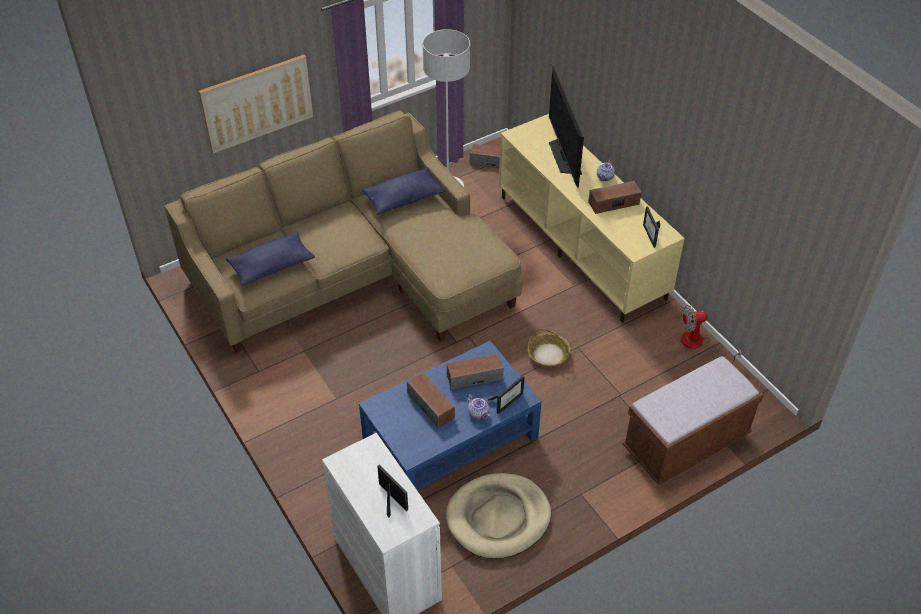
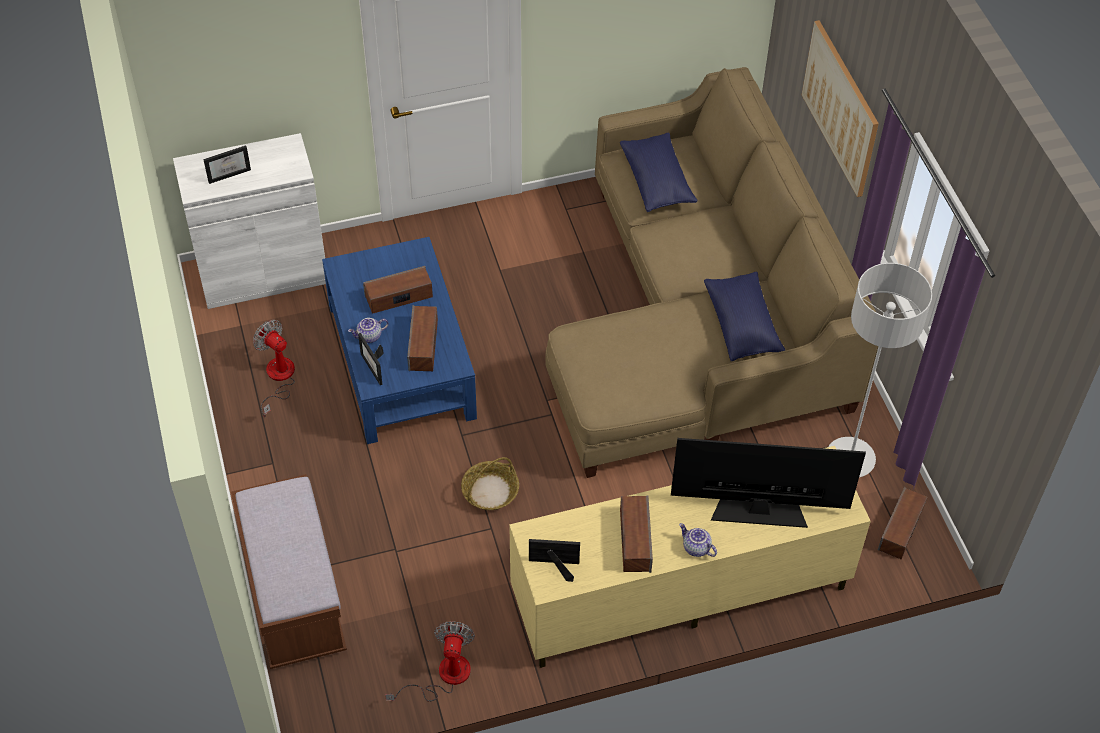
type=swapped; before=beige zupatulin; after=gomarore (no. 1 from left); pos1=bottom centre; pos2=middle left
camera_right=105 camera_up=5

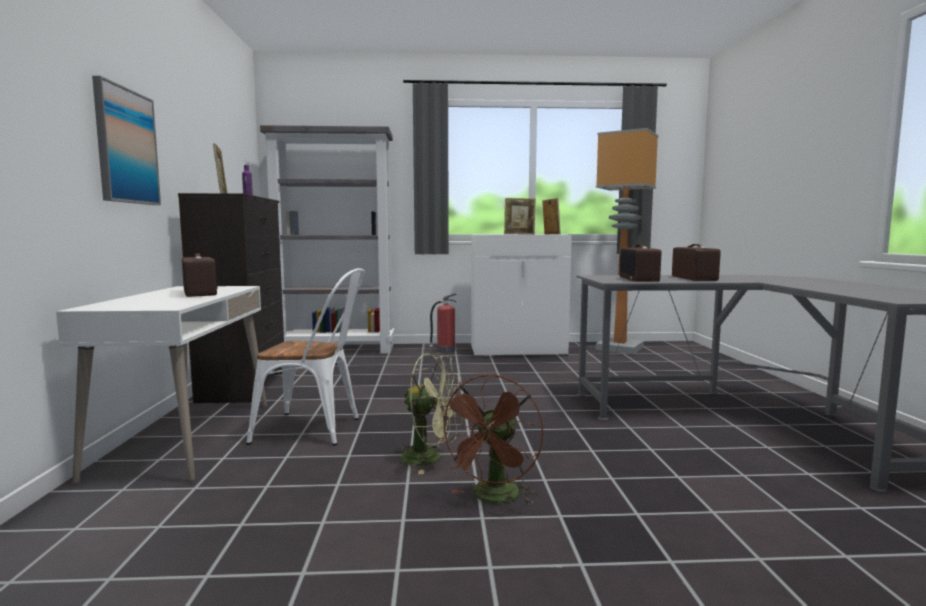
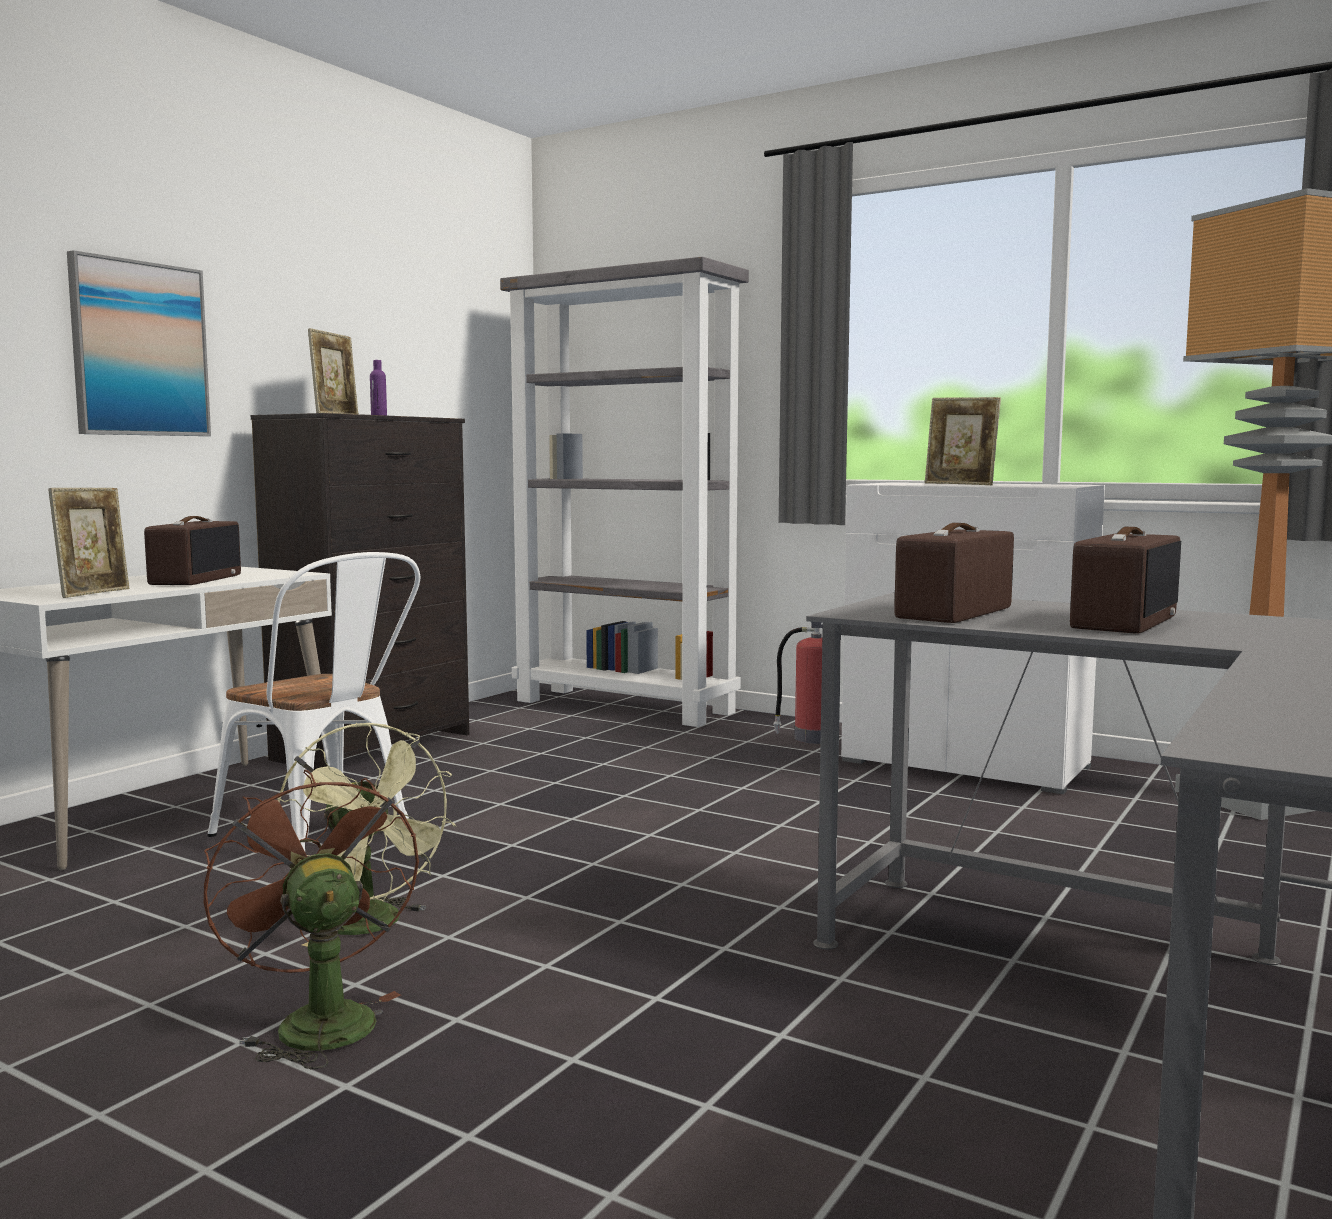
type=shifted; before=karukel (no. 3 from left in the first image); after=karukel (no. 1 from left); pos1=centre; pos2=middle left
type=rotated; before=brown gomarore; pos1=bottom centre; pos2=bottom left; turn=90
camera_right=35 camera_up=0

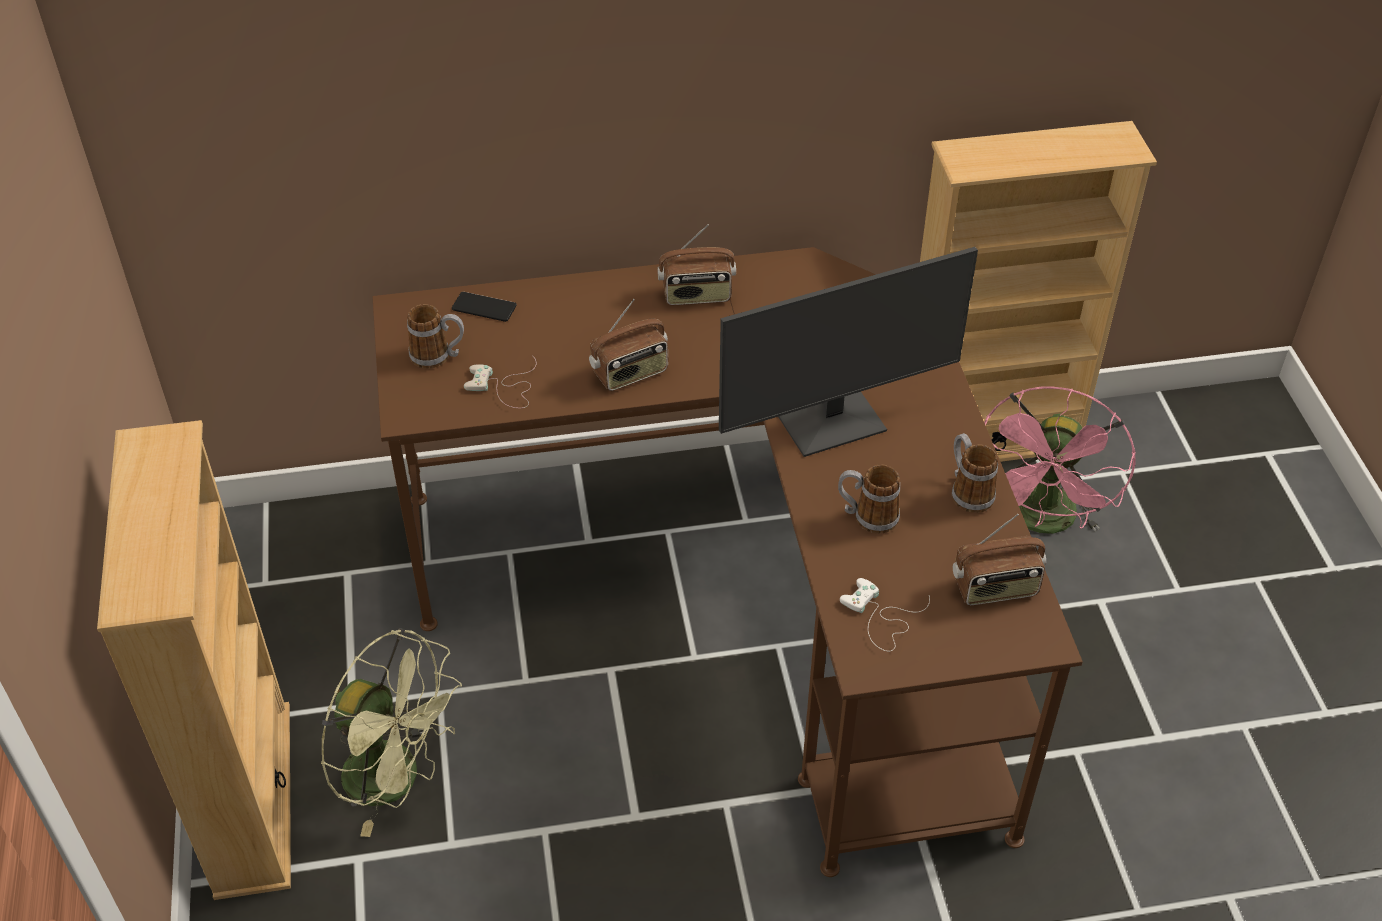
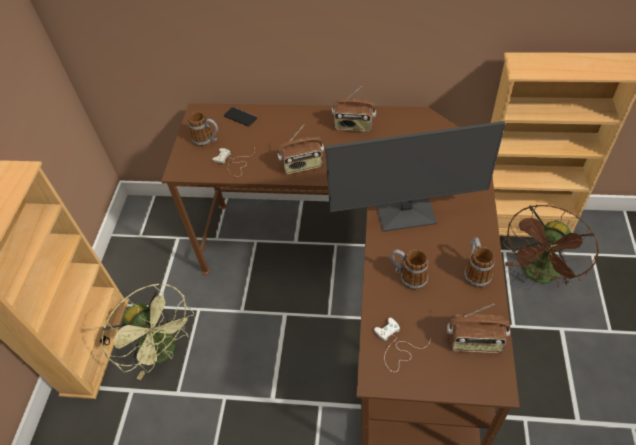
type=repainted; before=pink gomarore; after=brown gomarore; pos1=middle right; pos2=middle right
camera_right=20 camera_up=5

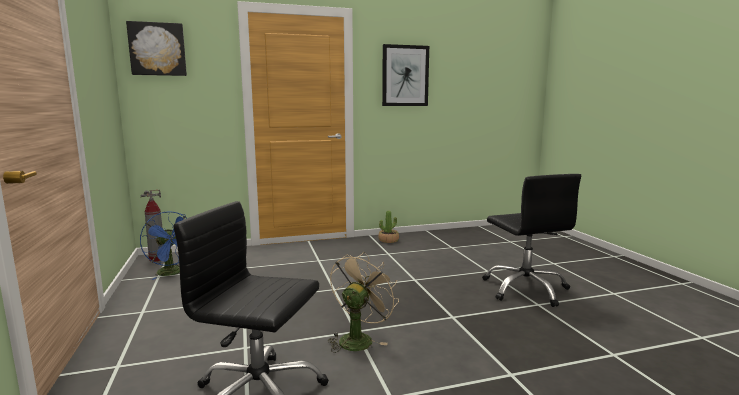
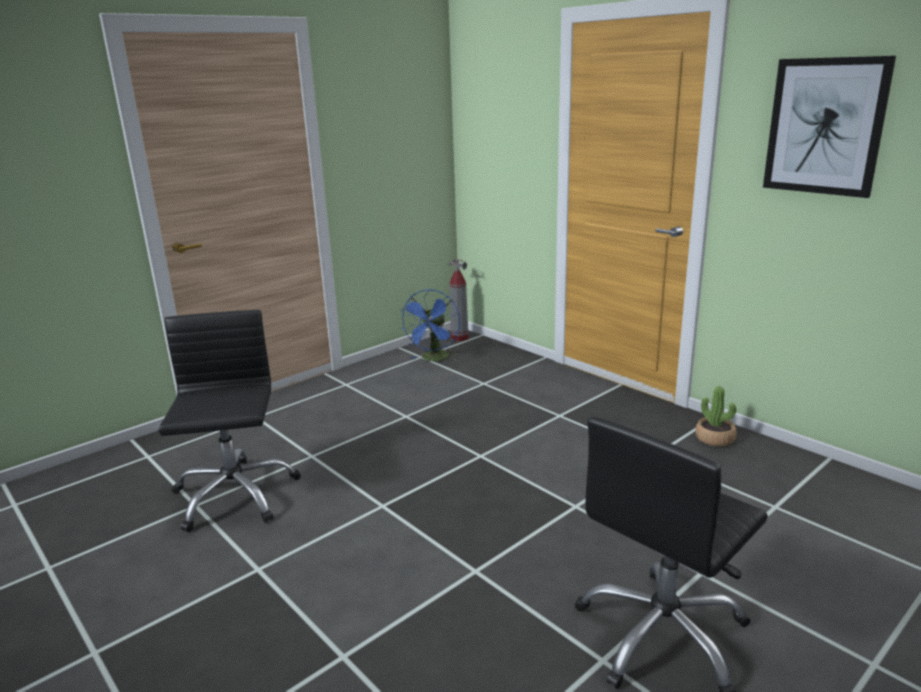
type=gone; before=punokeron (no. 1 from left); pos1=top left
type=gone; before=beige gomarore; pos1=bottom centre
camera_right=65 camera_up=10

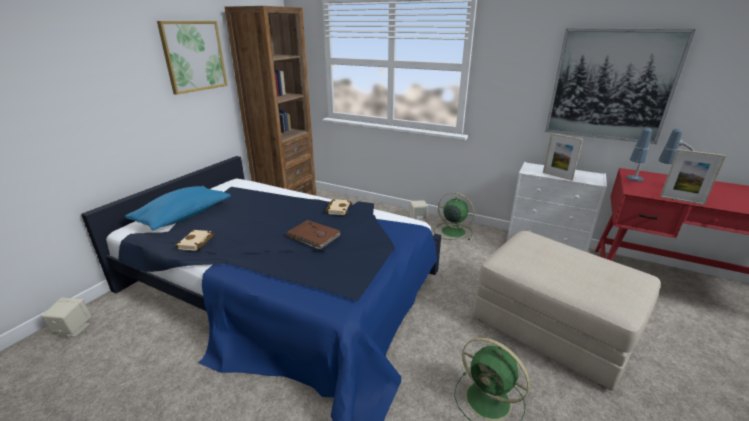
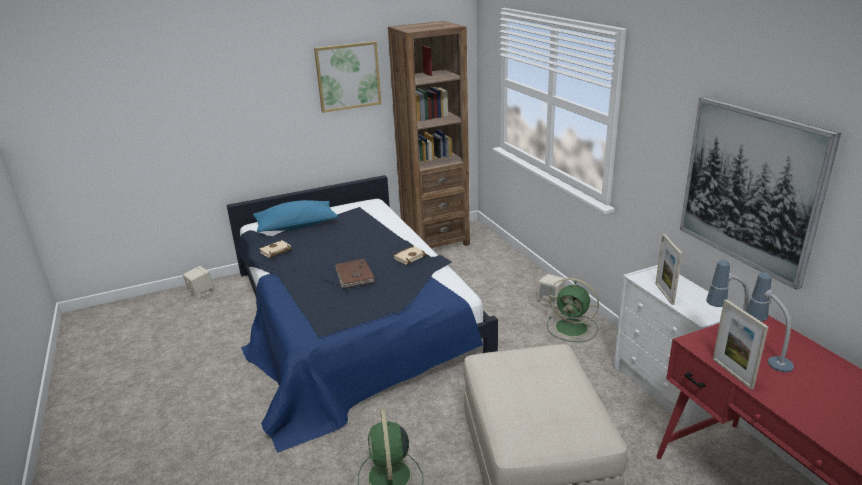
type=rotated; before=green gomarore (no. 1 from left in the first image); pos1=centre; pos2=centre; turn=135
camera_right=40 camera_up=0

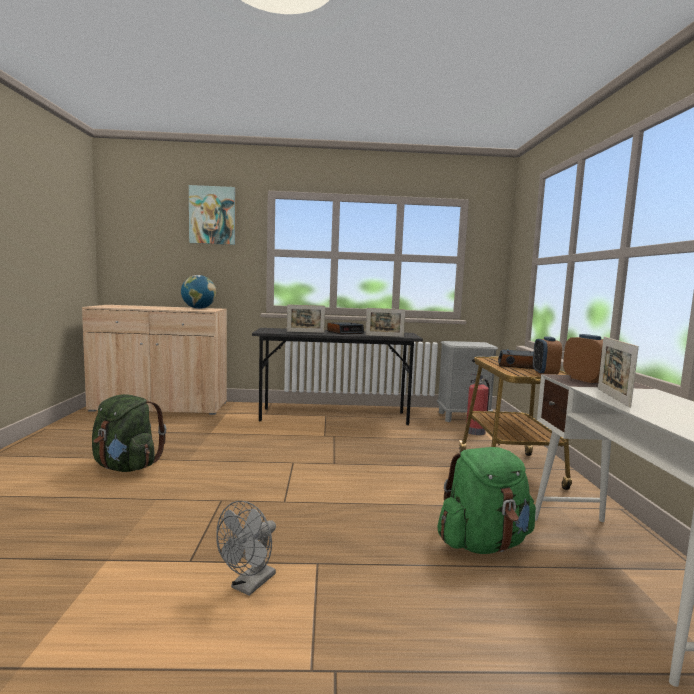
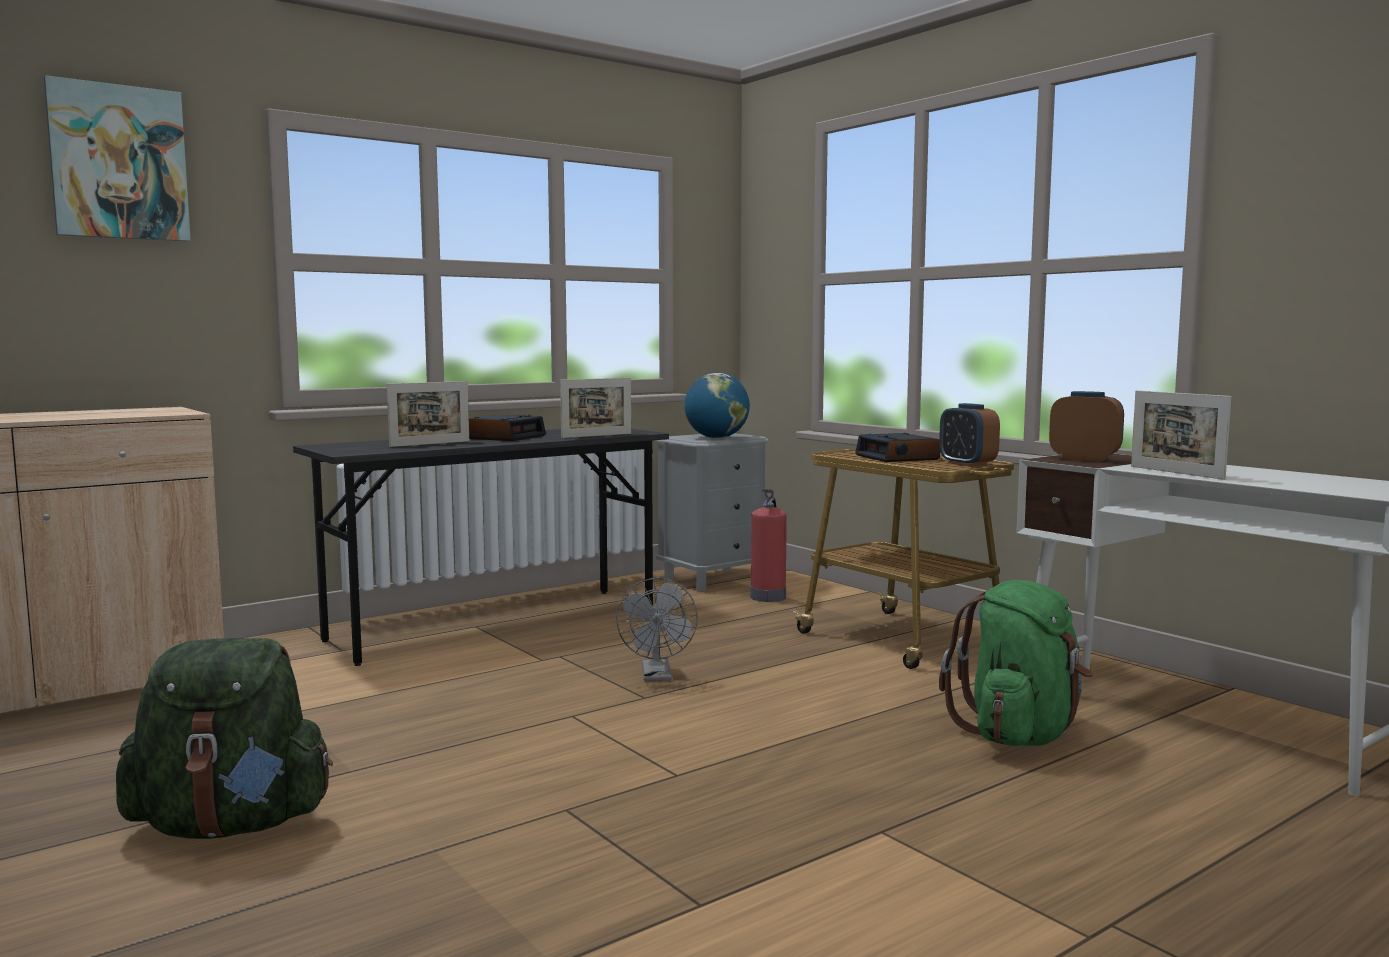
type=shifted; before=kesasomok; pos1=middle left; pos2=centre
type=shifted; before=grey gomarore; pos1=bottom centre; pos2=centre
camera_right=-35 camera_up=0

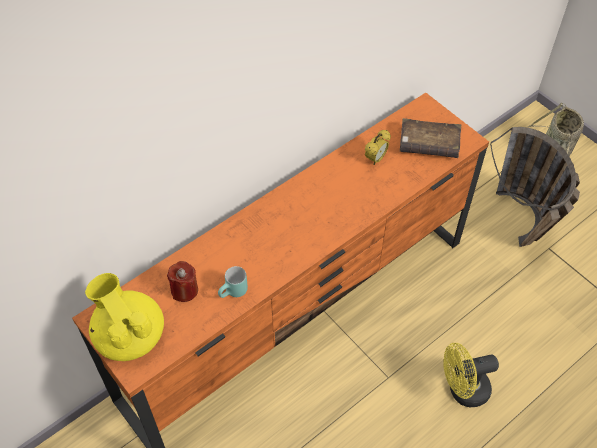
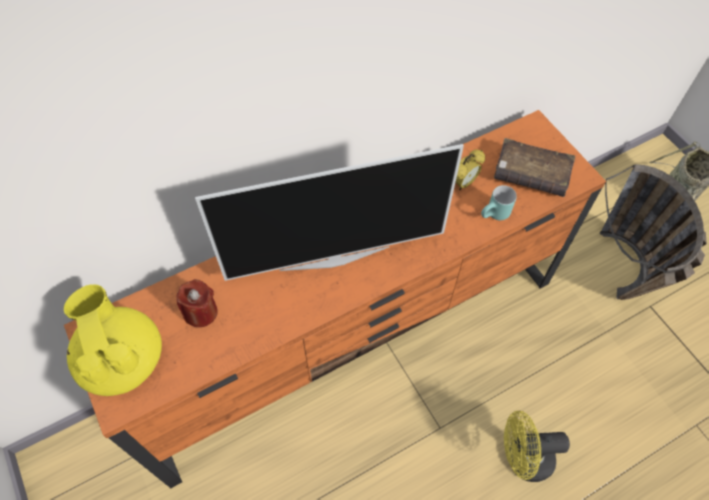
type=shifted; before=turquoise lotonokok; pos1=centre; pos2=middle right
type=new; after=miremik; pos2=centre
camera_right=10 camera_up=5

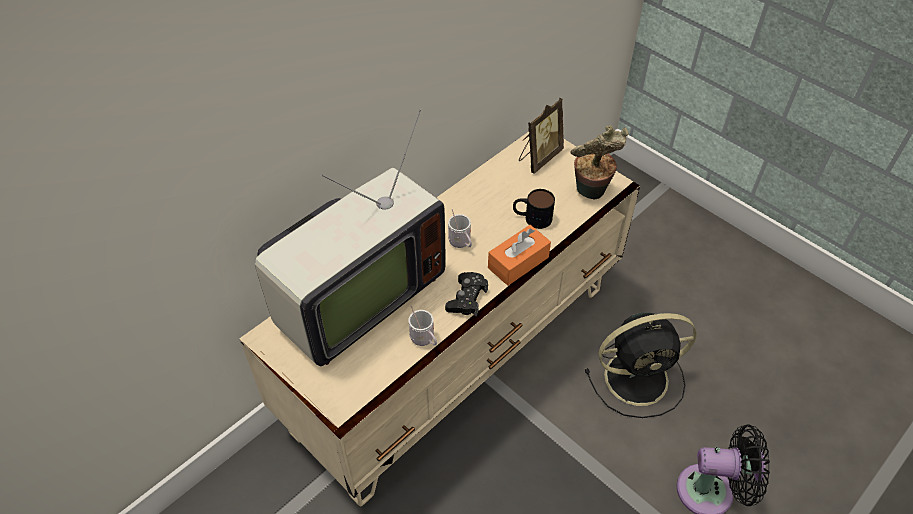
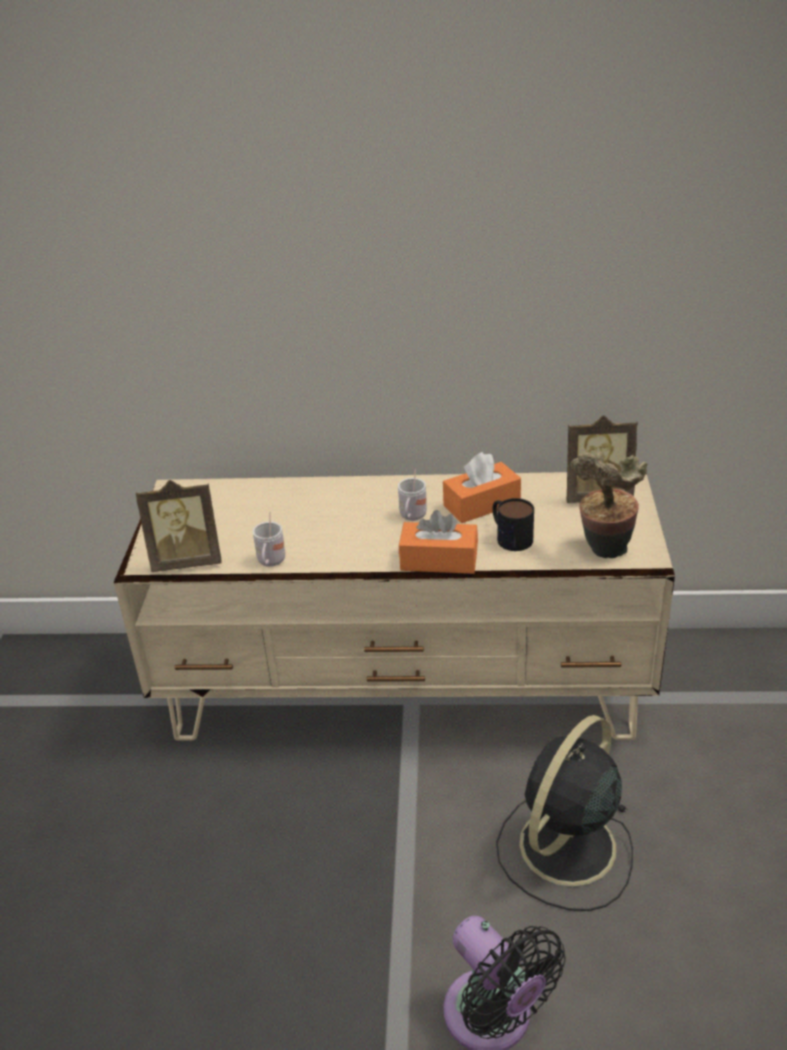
type=gone; before=miremik; pos1=centre
type=gone; before=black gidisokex; pos1=centre
type=rotated; before=black gomarore (no. 1 from left in the first image); pos1=bottom right; pos2=bottom right; turn=90
type=new; after=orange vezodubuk (no. 2 from left); pos2=centre
type=new; after=karukel (no. 1 from left); pos2=middle left
camera_right=50 camera_up=-15

